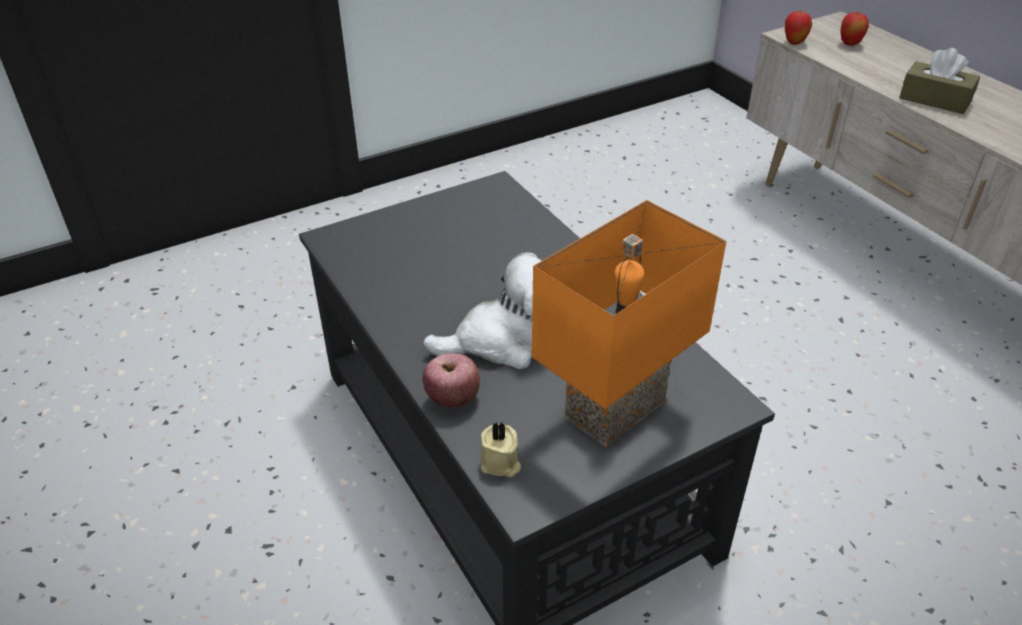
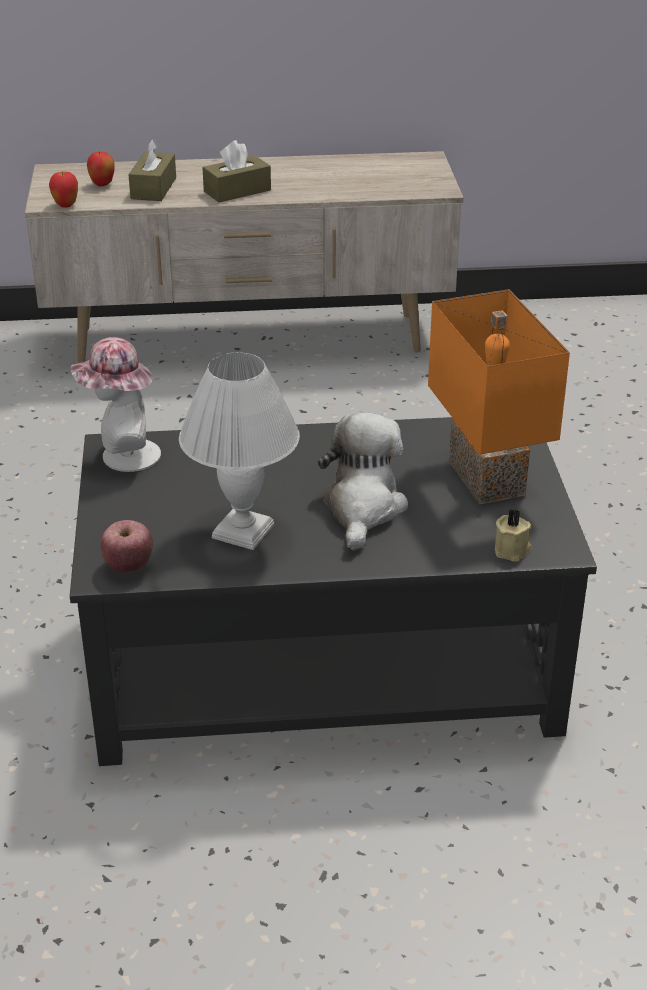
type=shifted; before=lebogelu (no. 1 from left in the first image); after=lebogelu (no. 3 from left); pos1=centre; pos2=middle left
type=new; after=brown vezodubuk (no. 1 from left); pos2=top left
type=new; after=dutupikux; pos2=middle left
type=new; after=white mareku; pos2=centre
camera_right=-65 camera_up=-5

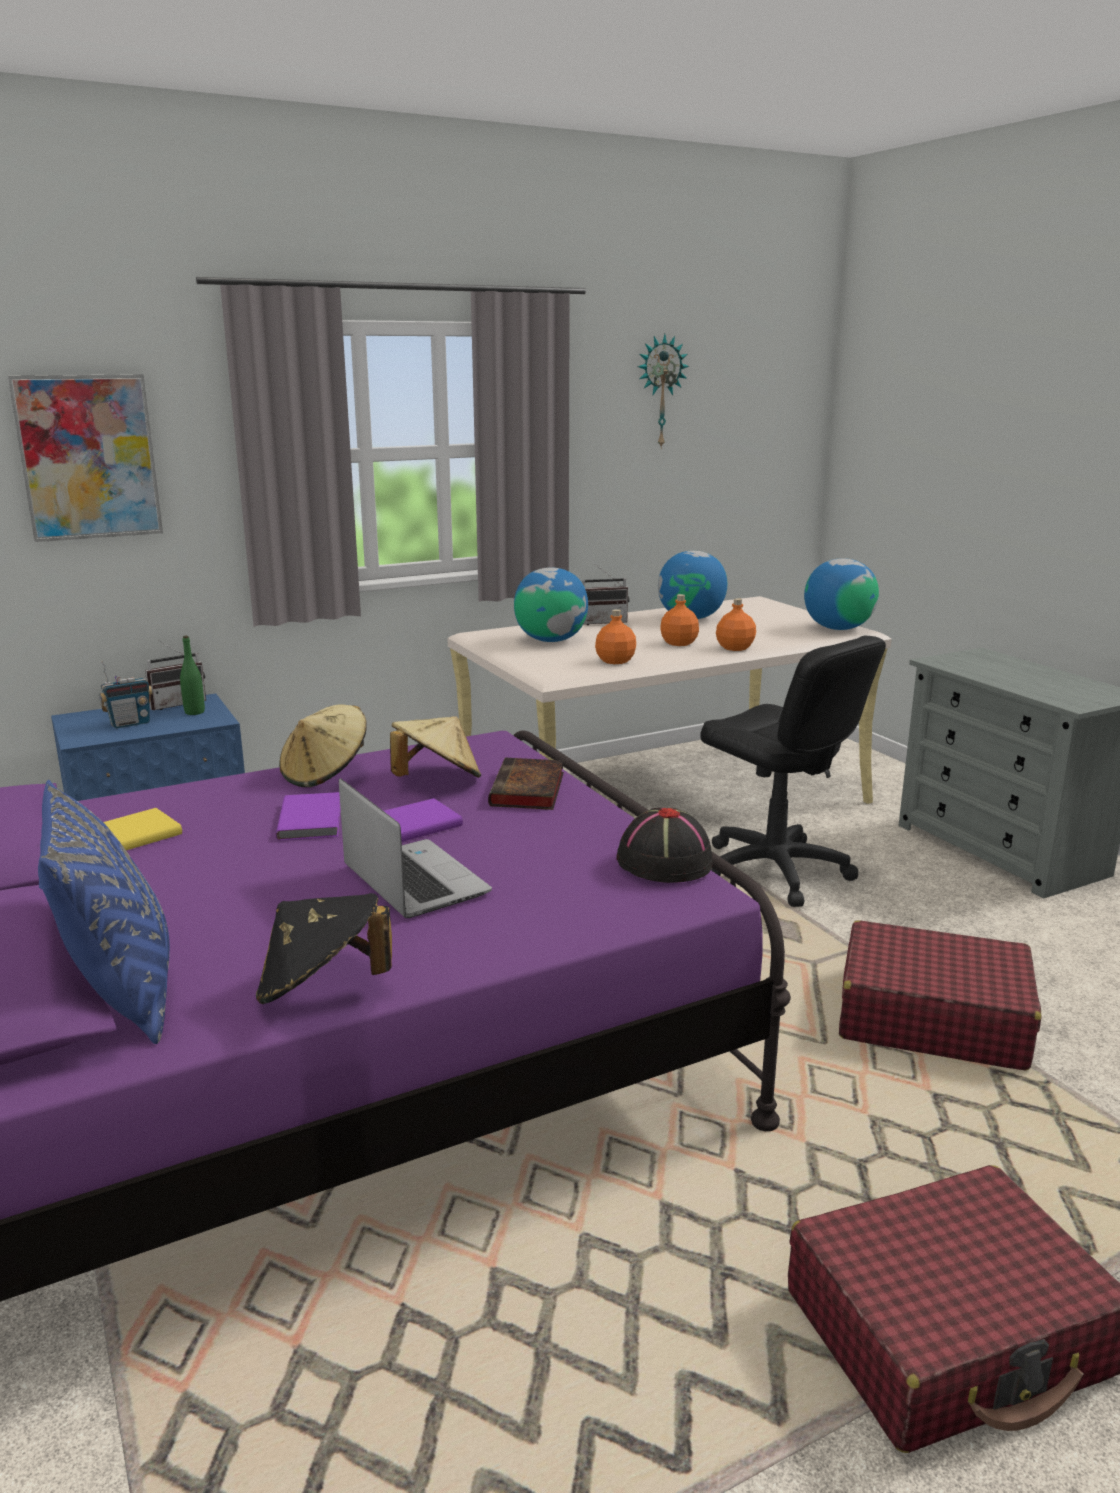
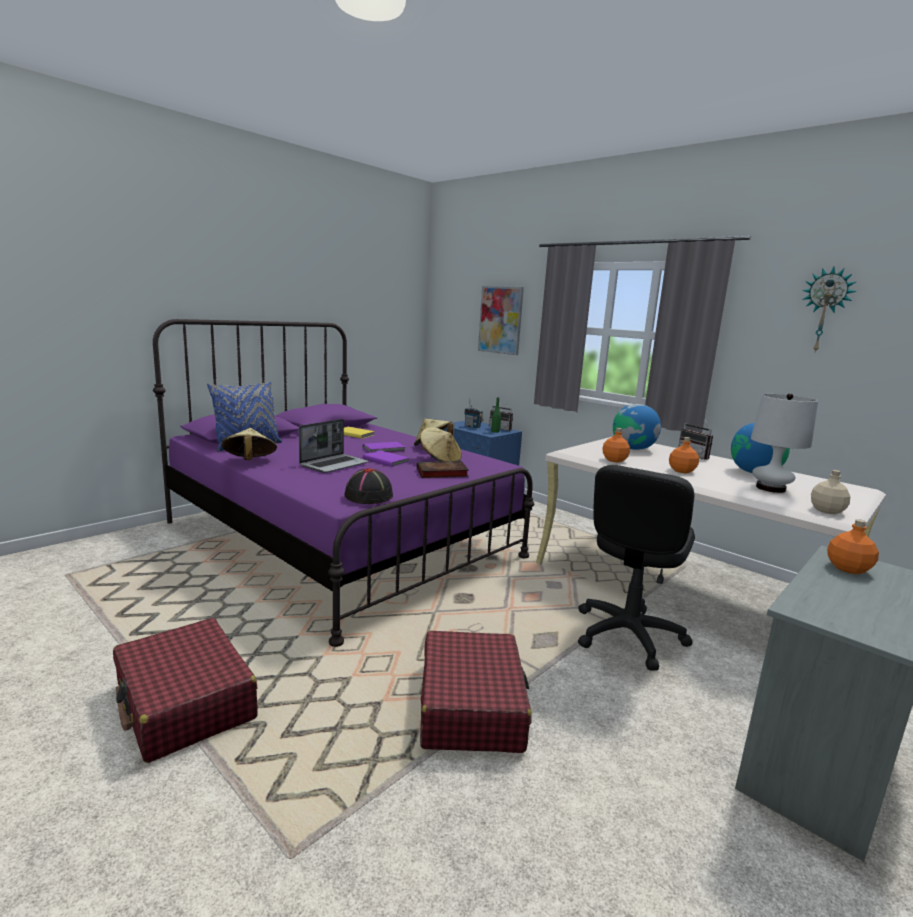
type=swapped; before=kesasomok (no. 3 from left); after=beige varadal; pos1=middle right; pos2=middle right
type=shifted; before=orange varadal (no. 3 from left); pos1=centre; pos2=middle right
type=repainted; before=black dutupikux (no. 1 from left); after=beige dutupikux (no. 1 from left); pos1=middle left; pos2=middle left
type=new; after=white mareku; pos2=middle right
camera_right=70 camera_up=-5

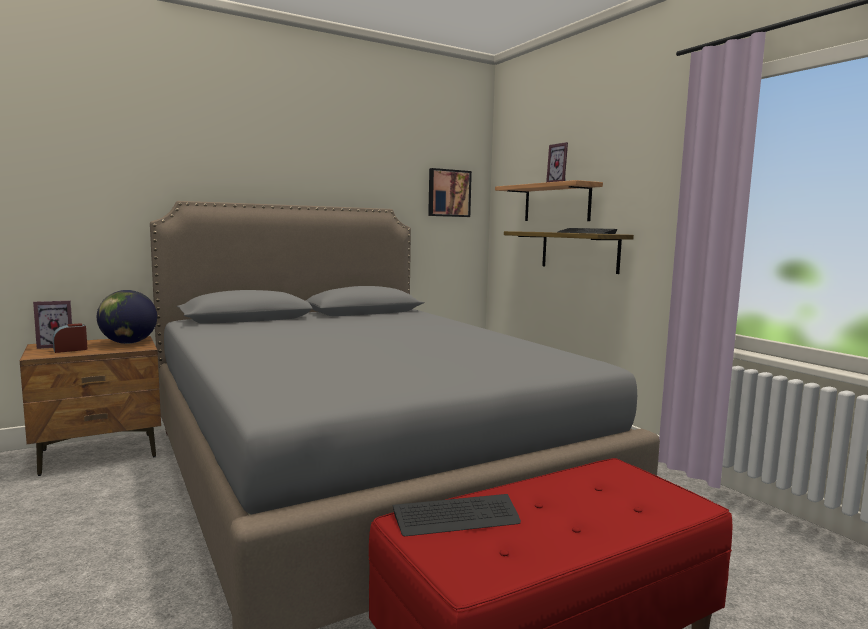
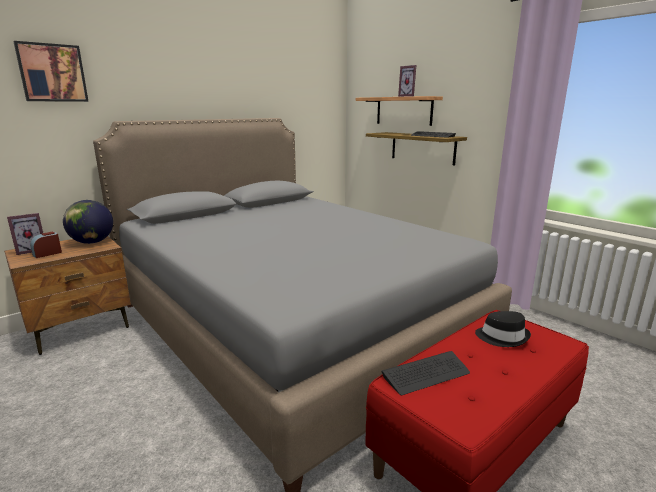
type=shifted; before=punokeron; pos1=top centre; pos2=top left
type=new; after=black dutupikux; pos2=bottom right
camera_right=-10 camera_up=10

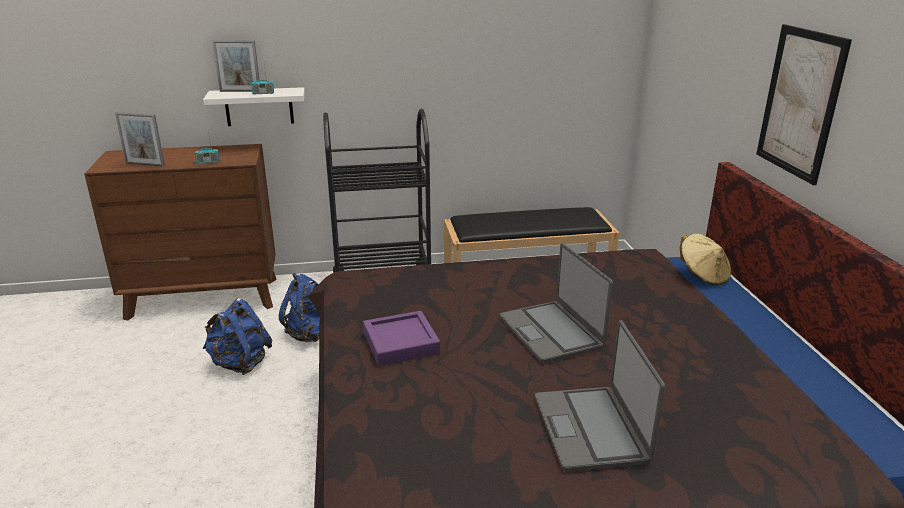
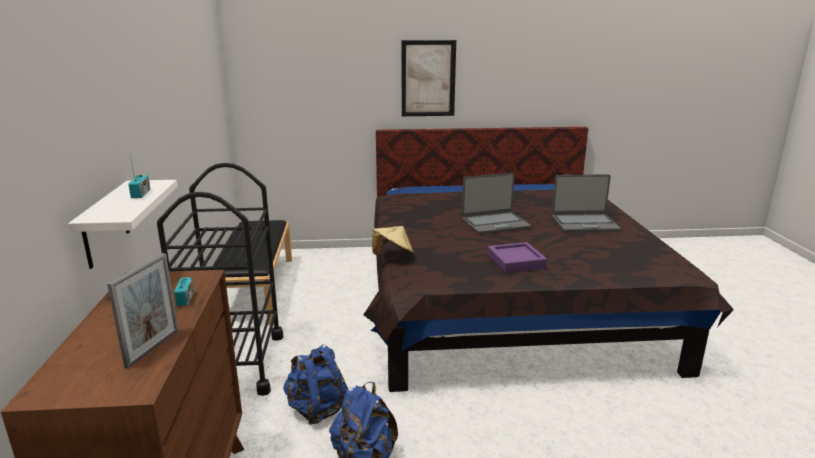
type=gone; before=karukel (no. 2 from left); pos1=top left
type=shifted; before=beige dutupikux; pos1=middle right; pos2=centre
camera_right=-85 camera_up=-5

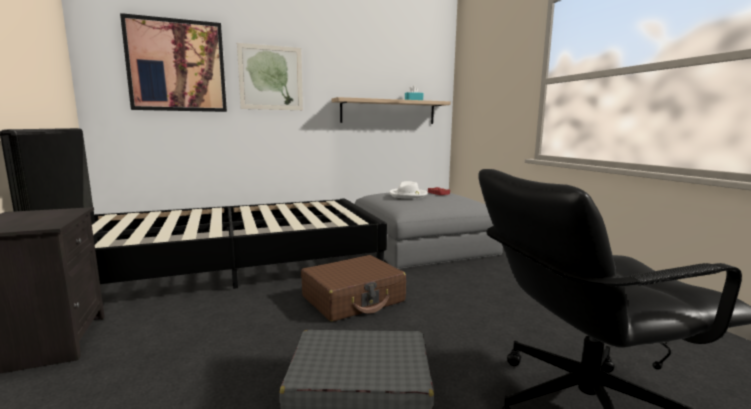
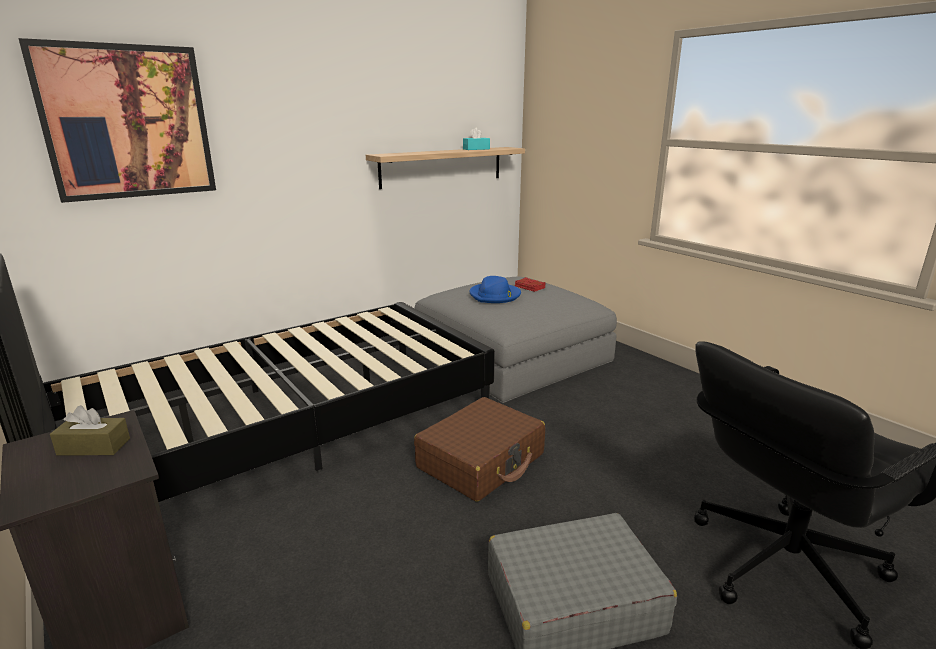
type=gone; before=punokeron (no. 2 from left); pos1=top centre
type=repainted; before=white dutupikux; after=blue dutupikux; pos1=centre; pos2=centre
type=new; after=brown vezodubuk; pos2=middle left
camera_right=-15 camera_up=10

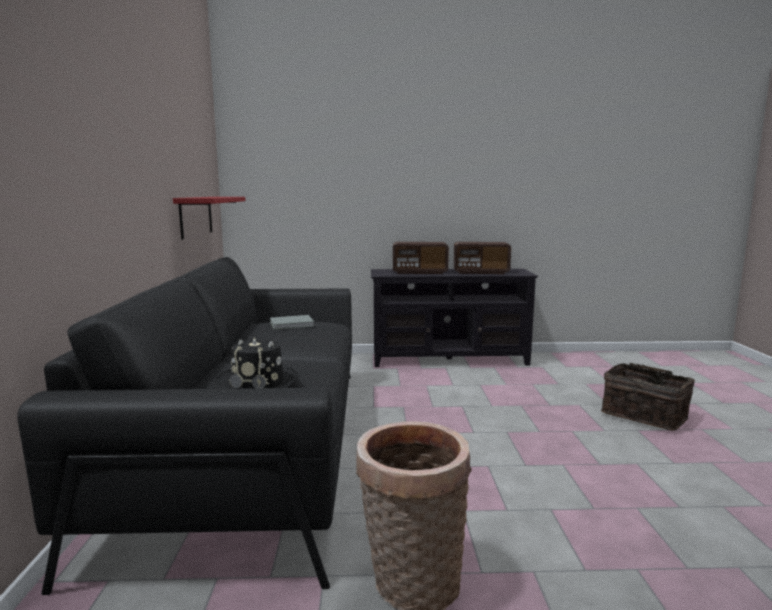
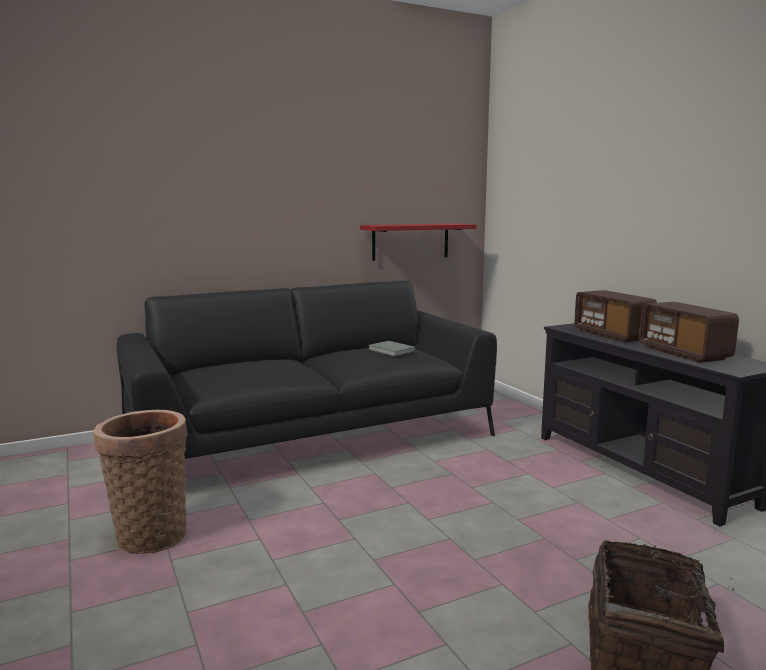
type=gone; before=black dutupikux; pos1=middle left
camera_right=65 camera_up=0

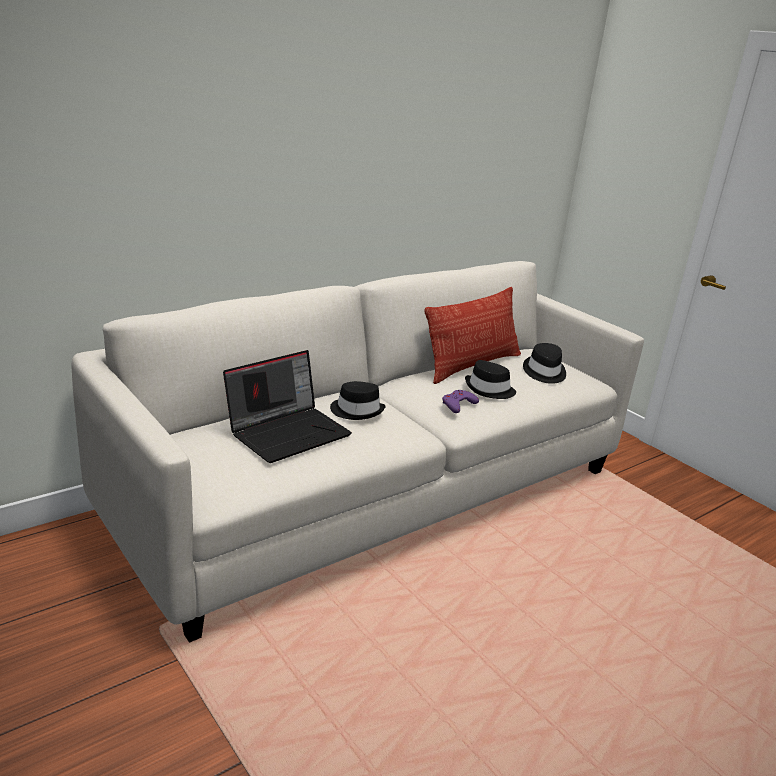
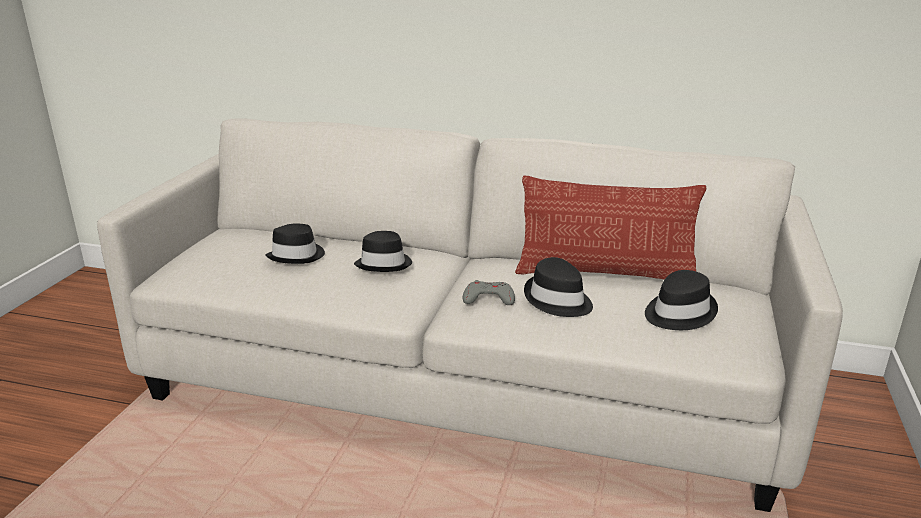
type=swapped; before=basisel; after=black dutupikux (no. 1 from left); pos1=centre; pos2=middle left
type=repainted; before=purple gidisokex; after=grey gidisokex; pos1=centre; pos2=centre
camera_right=55 camera_up=0

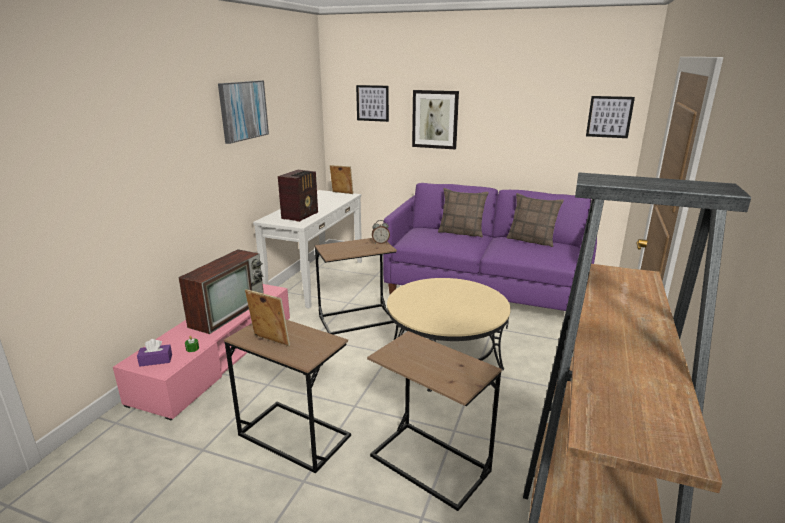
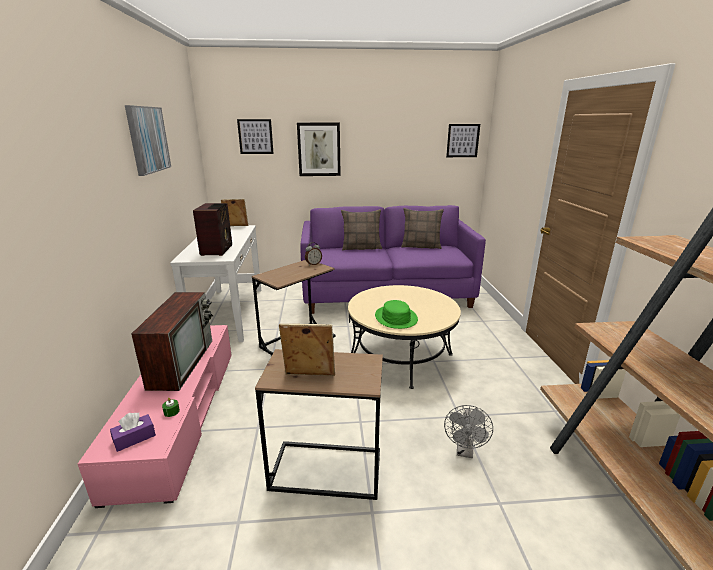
type=swapped; before=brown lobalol (no. 3 from left); after=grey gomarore; pos1=bottom centre; pos2=bottom centre
type=new; after=green dutupikux; pos2=centre
camera_right=-25 camera_up=0

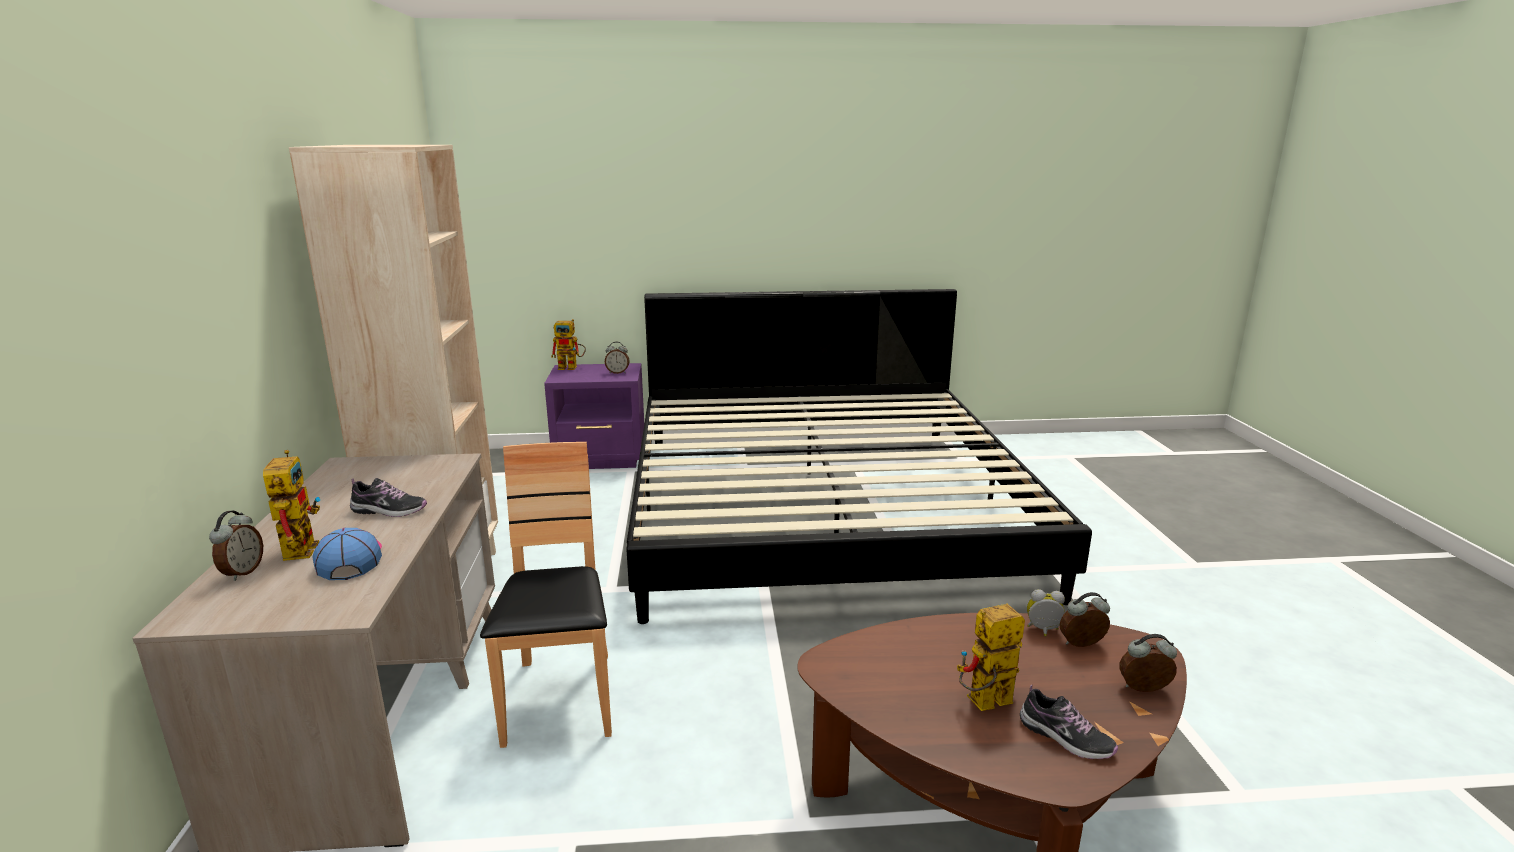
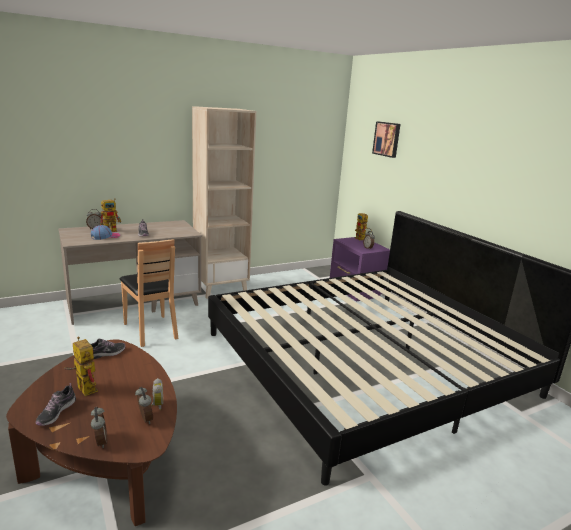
type=rotated; before=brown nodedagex; pos1=bottom centre; pos2=middle left; turn=90
type=new; after=punokeron; pos2=top right
type=new; after=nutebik (no. 2 from left); pos2=middle left
camera_right=65 camera_up=0

